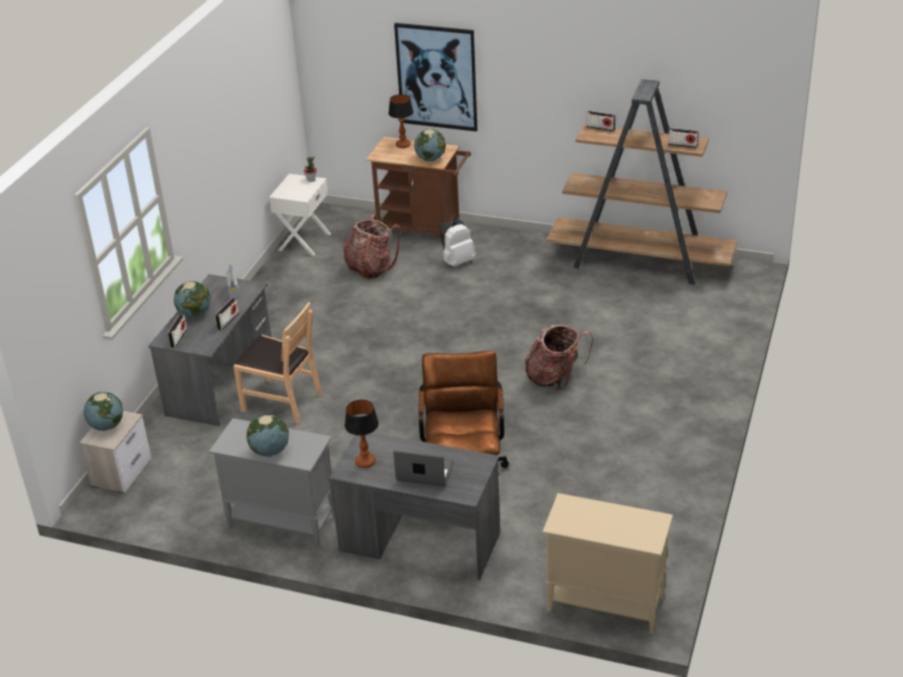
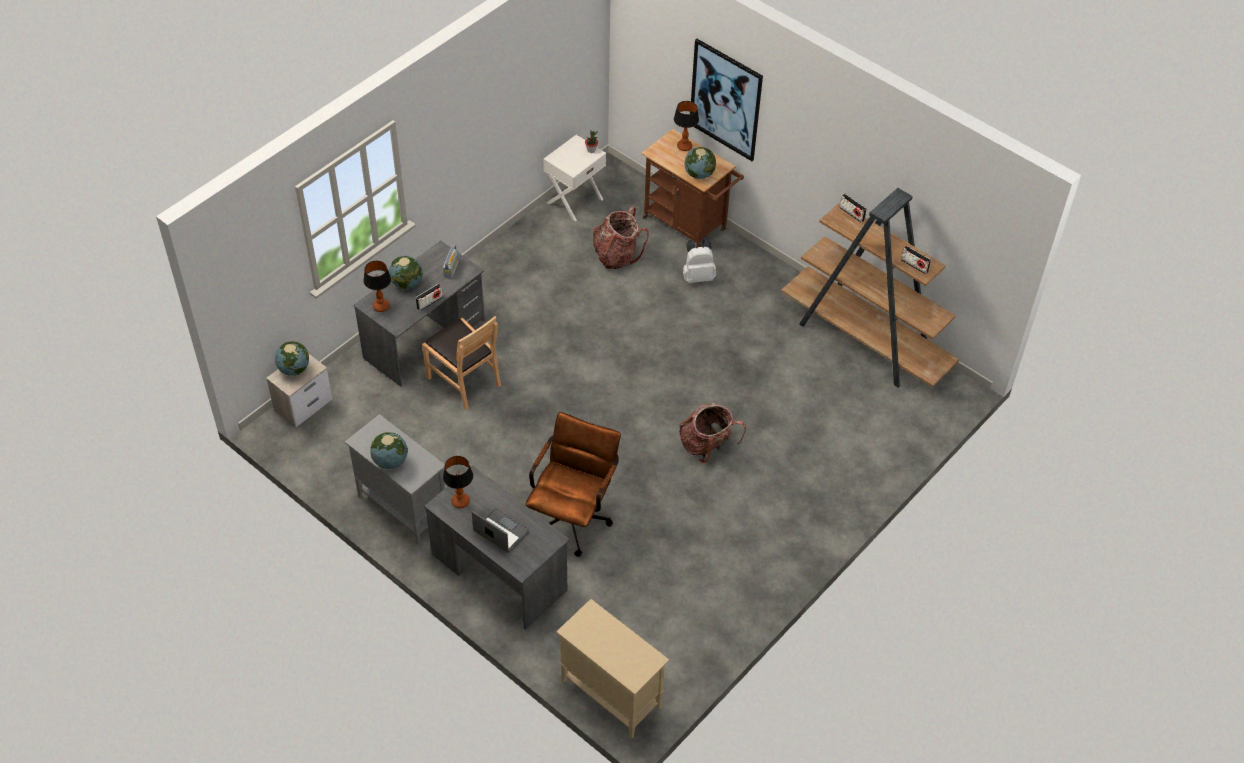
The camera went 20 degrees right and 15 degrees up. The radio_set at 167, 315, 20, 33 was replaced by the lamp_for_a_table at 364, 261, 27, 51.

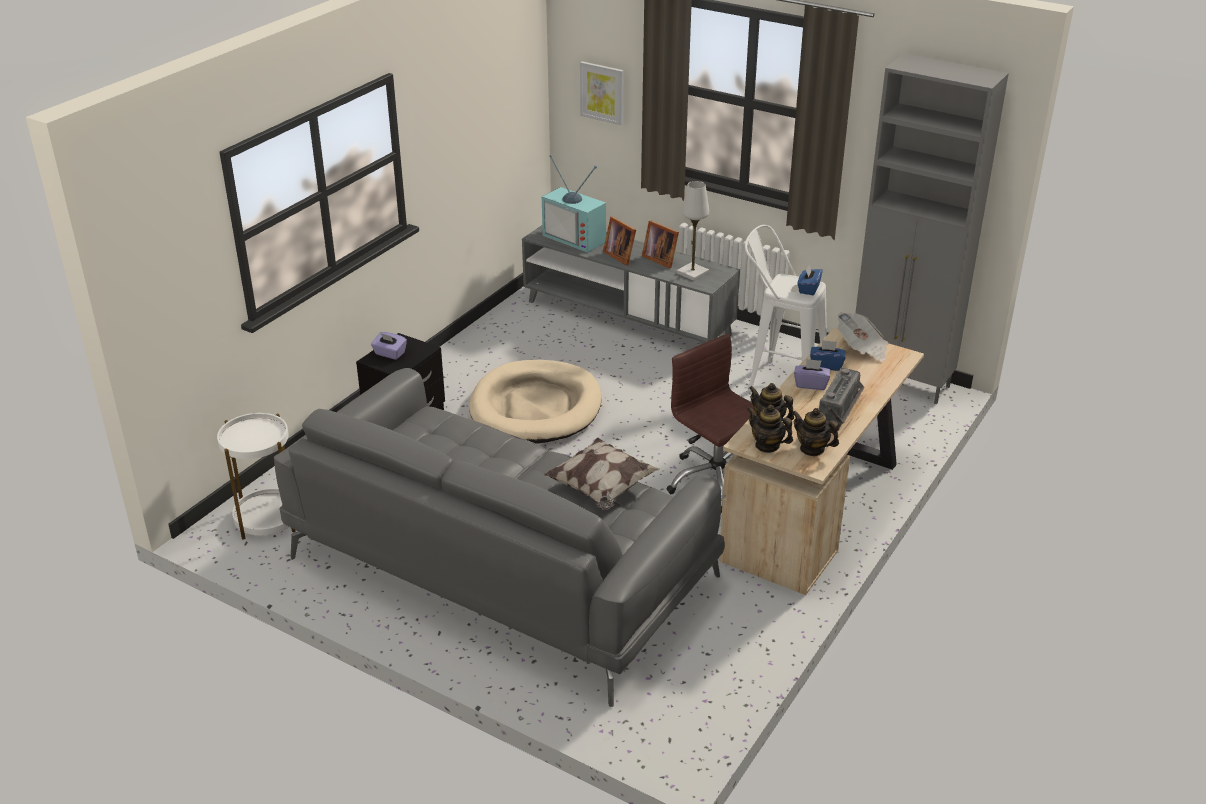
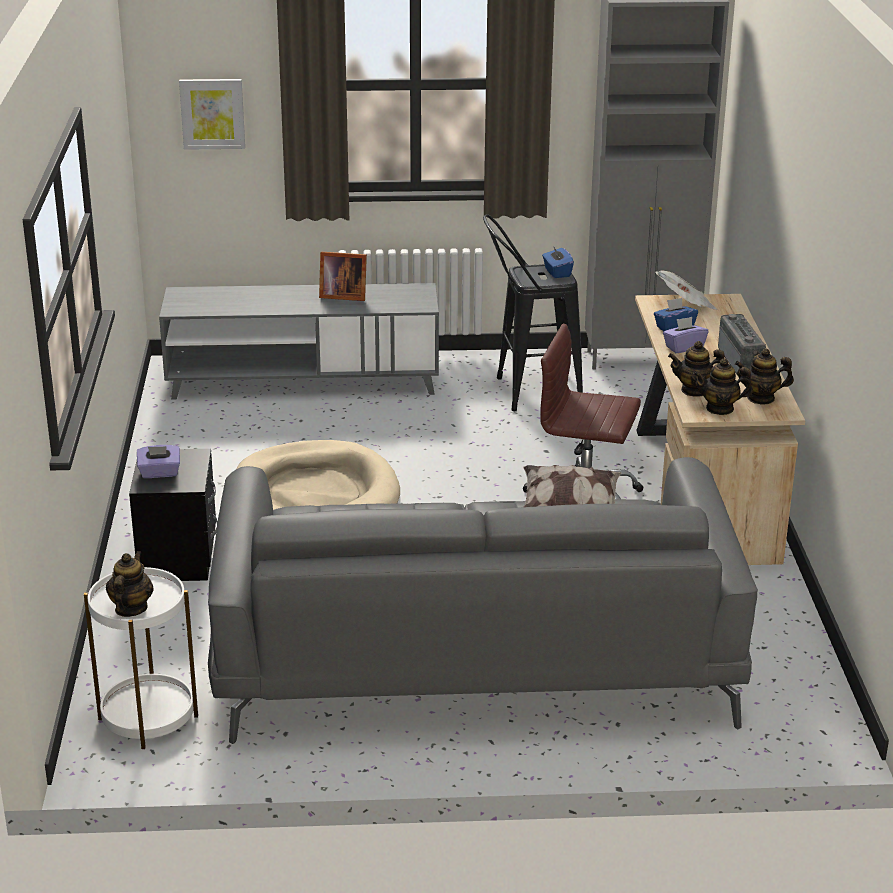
The camera went 35 degrees left and 5 degrees down. The TV at 542, 154, 64, 99 disappeared. The whitish_lamp_for_a_table at 677, 181, 32, 100 disappeared. The picture_frame at 603, 217, 33, 48 disappeared. The whitish_stool_seat at 745, 225, 82, 167 became the black_stool_seat at 483, 214, 100, 197. The teapot at 106, 551, 48, 66 appeared.

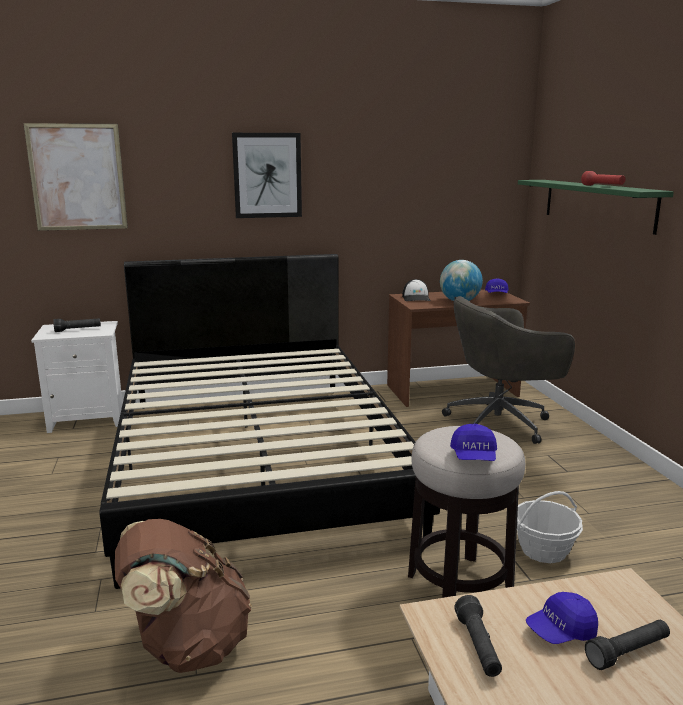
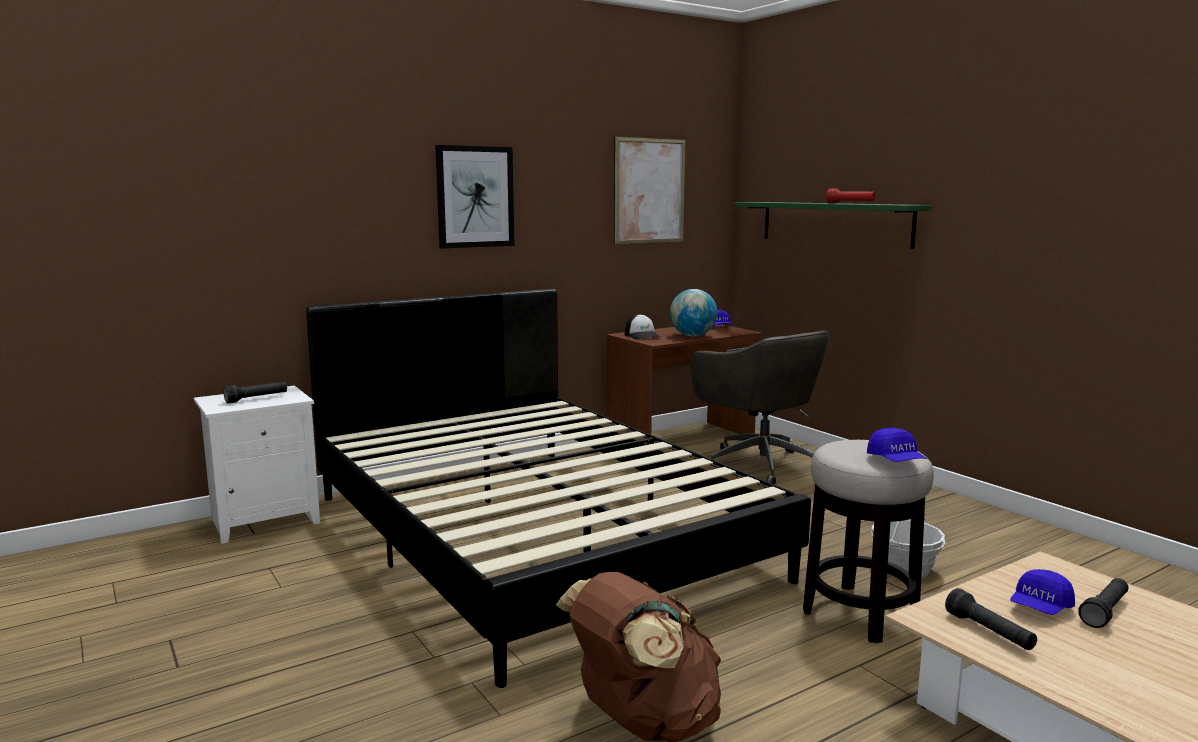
The camera went 20 degrees left and 5 degrees down. The picture moved from 23, 123, 105, 108 to 614, 137, 72, 107. The gray_computer_chair at 442, 296, 133, 148 turned 90 degrees counterclockwise.

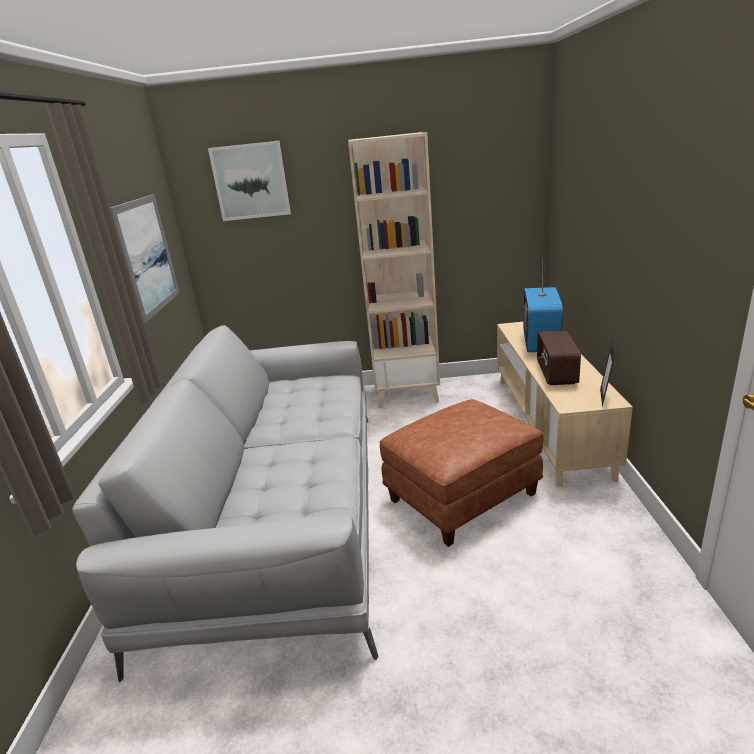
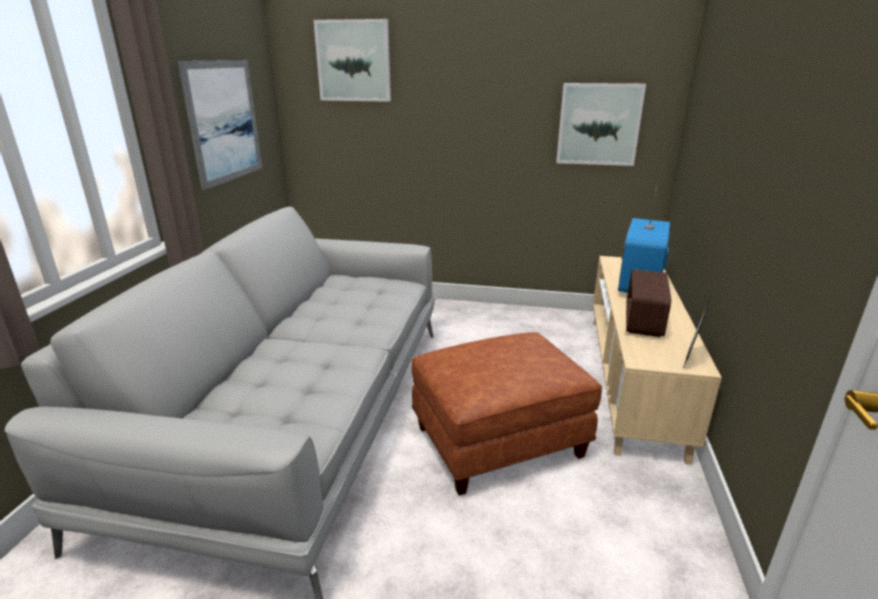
The camera went 10 degrees right and 0 degrees up. The beige_bookcase at 348, 132, 92, 276 disappeared. The picture at 556, 83, 90, 83 appeared.

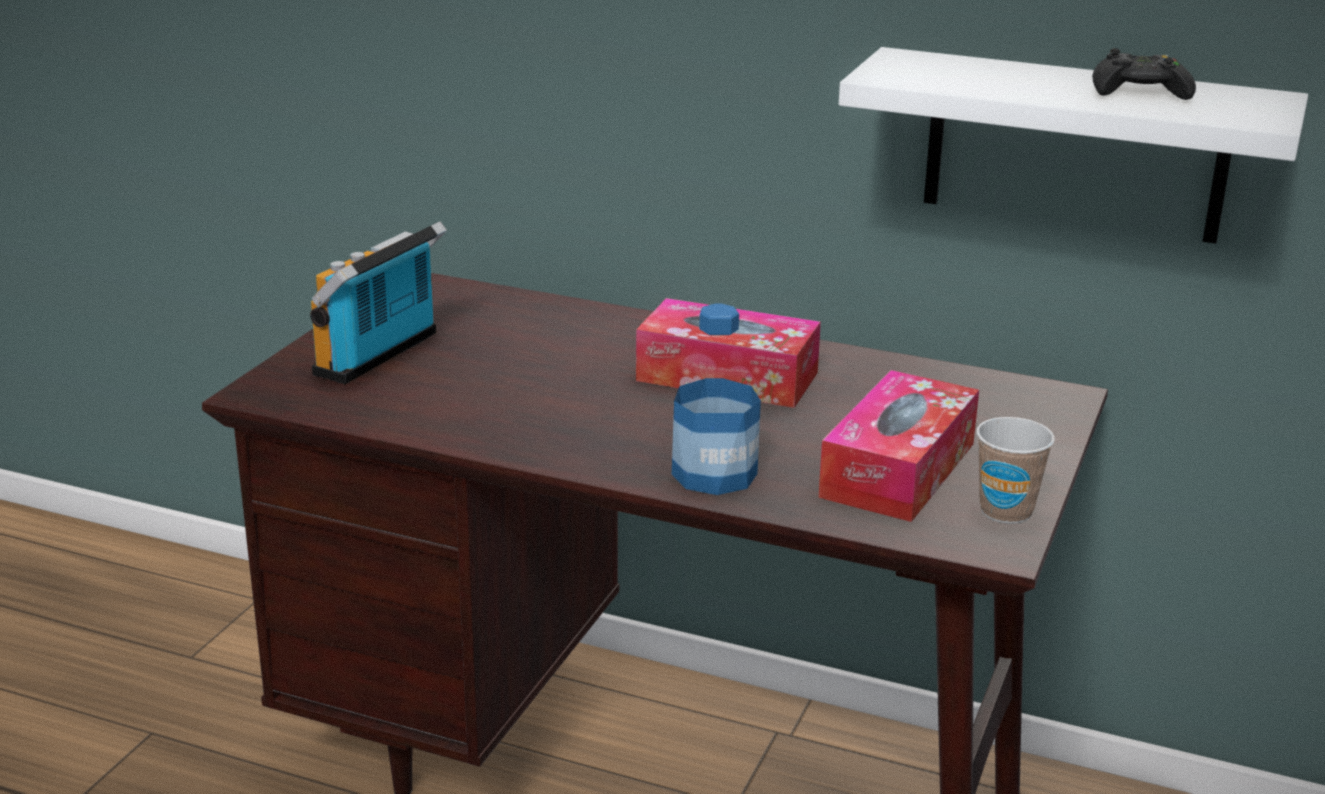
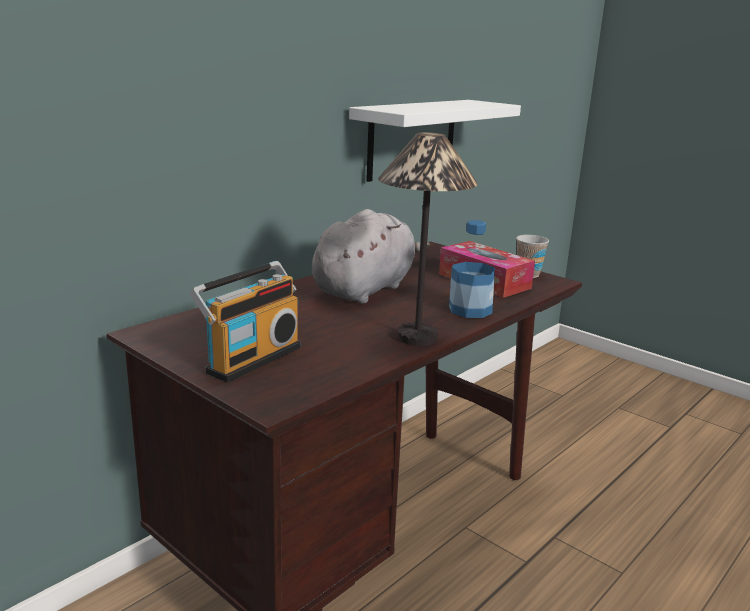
The camera went 70 degrees left and 5 degrees down. The black_joypad at 1092, 48, 104, 52 disappeared. The radio_set at 310, 222, 137, 162 turned 105 degrees counterclockwise. The box_of_tissues at 636, 298, 185, 110 was replaced by the gray_soft_toy at 312, 209, 118, 95. The lamp_for_a_table at 378, 132, 100, 214 appeared.

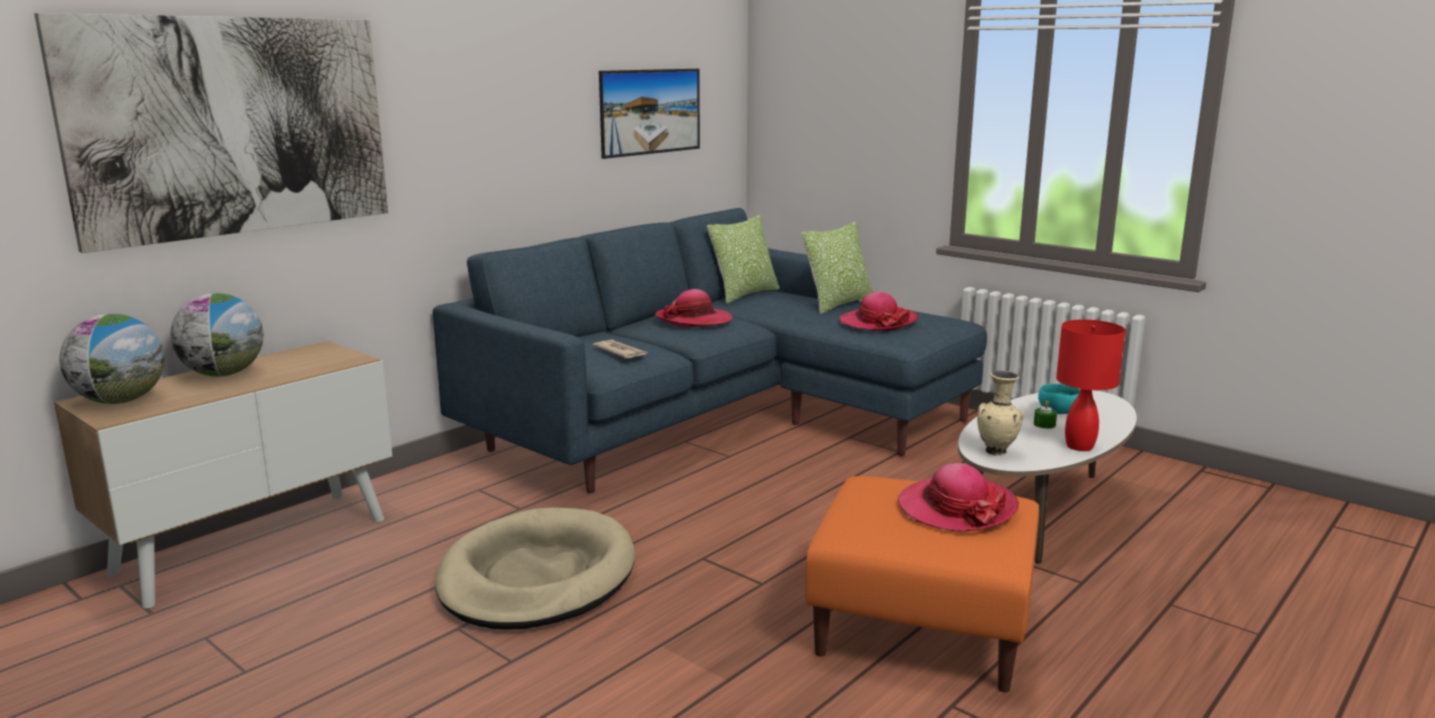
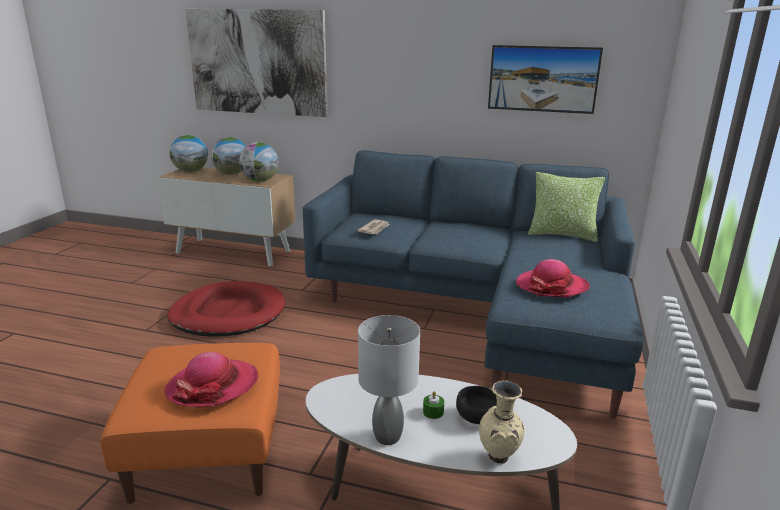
The camera went 65 degrees right and 5 degrees up. The pillow at 801, 222, 72, 92 disappeared. The wearable_hat at 655, 289, 77, 38 disappeared. The red-coloured_lamp_for_a_table at 1056, 320, 70, 131 became the gray_lamp_for_a_table at 358, 315, 62, 130. The beige_flower_vase moved from 977, 371, 47, 85 to 479, 380, 45, 84. The turquoise-coloured_serving_bowl at 1038, 384, 42, 30 became the black_serving_bowl at 456, 386, 41, 38. The beige_dog_cushion at 435, 507, 200, 123 became the red-coloured_dog_cushion at 167, 281, 118, 56. The world_globe at 239, 142, 40, 40 appeared.

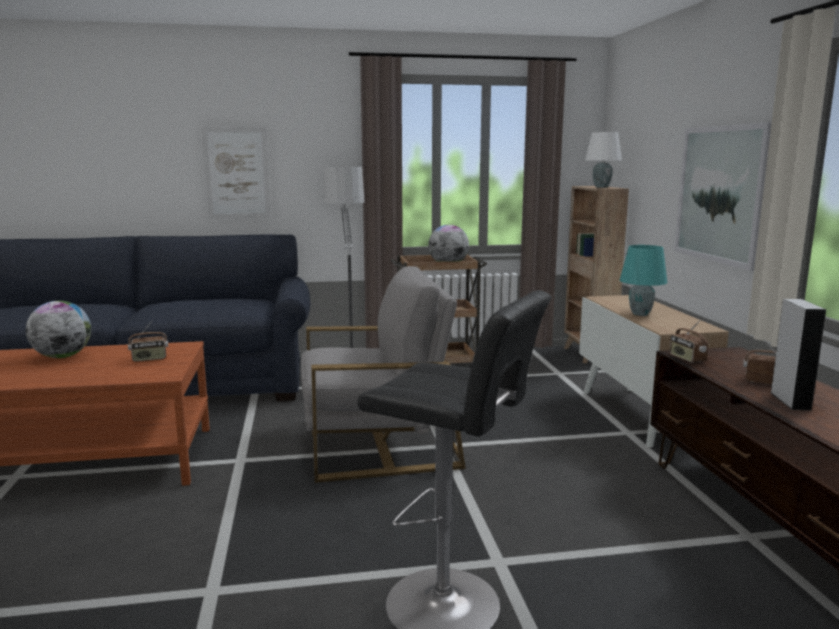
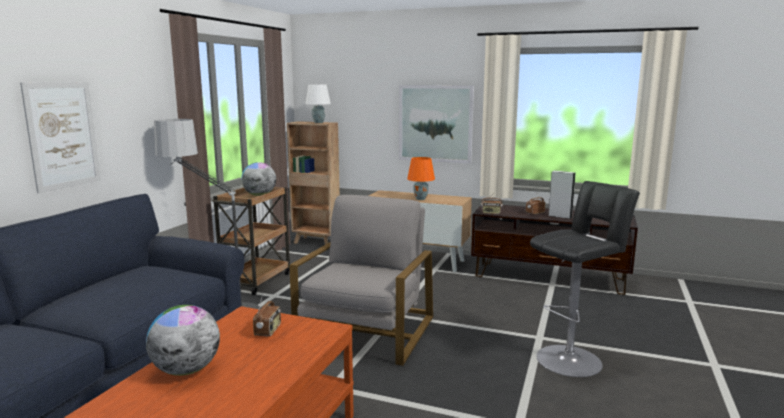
The camera went 60 degrees left and 0 degrees up. The turquoise-coloured_lamp_for_a_table at 619, 245, 48, 71 became the orangey_lamp_for_a_table at 407, 157, 28, 43.

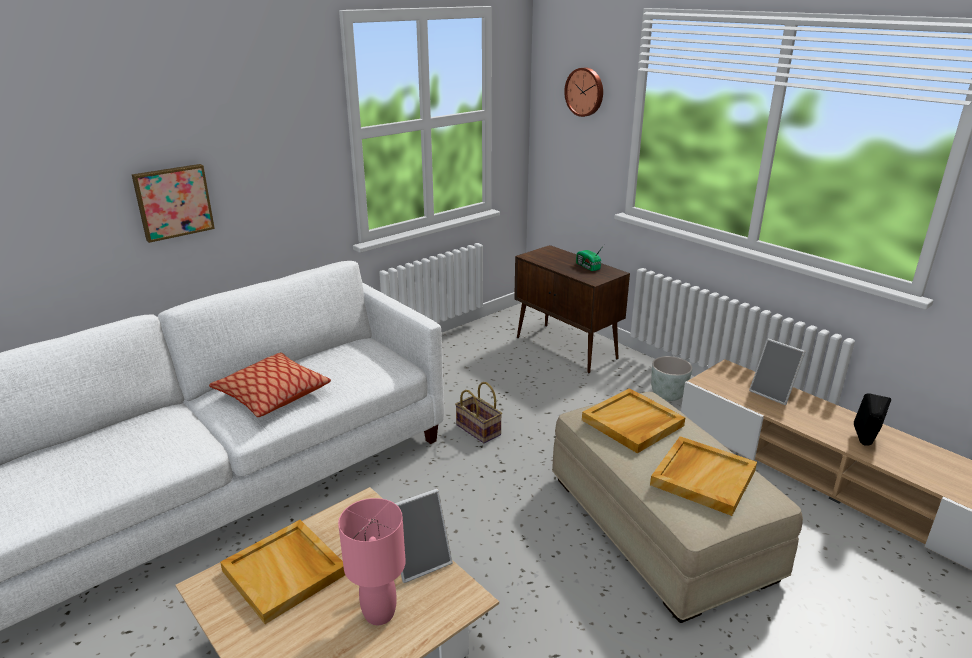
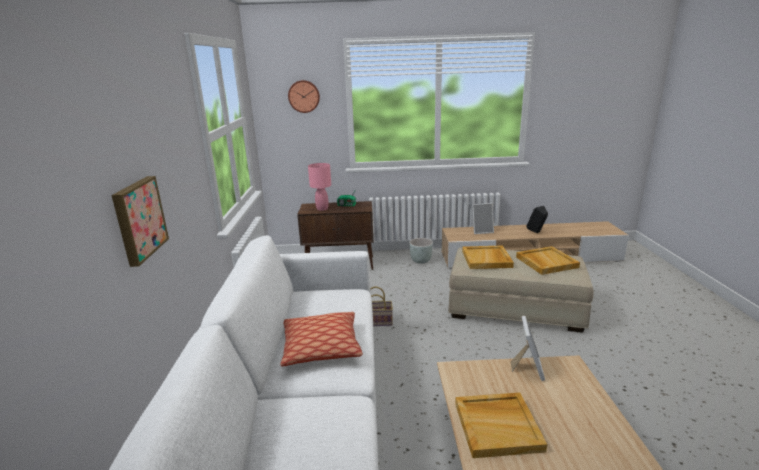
The camera went 50 degrees left and 5 degrees down. The pinkish_lamp_for_a_table moved from 338, 498, 68, 127 to 308, 163, 23, 48.

